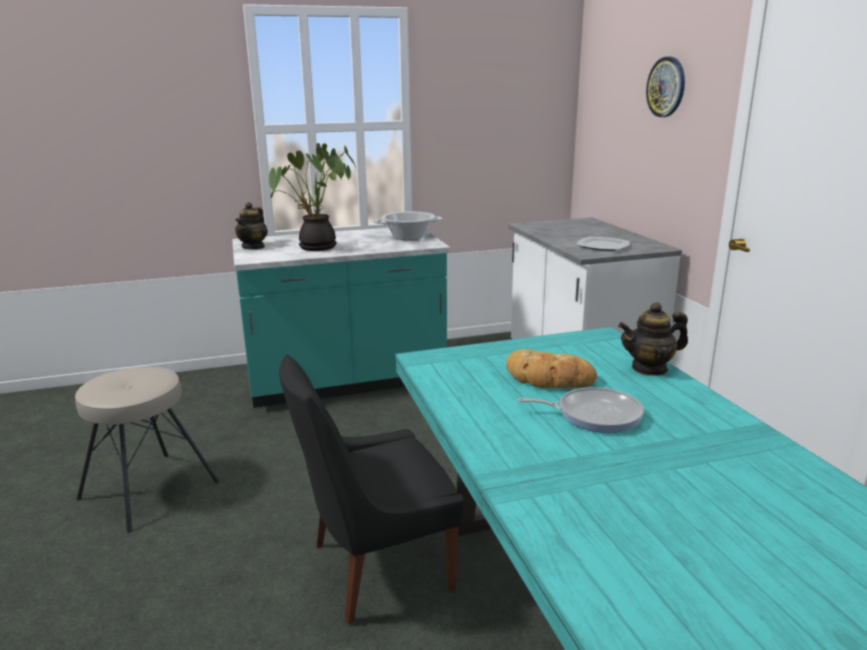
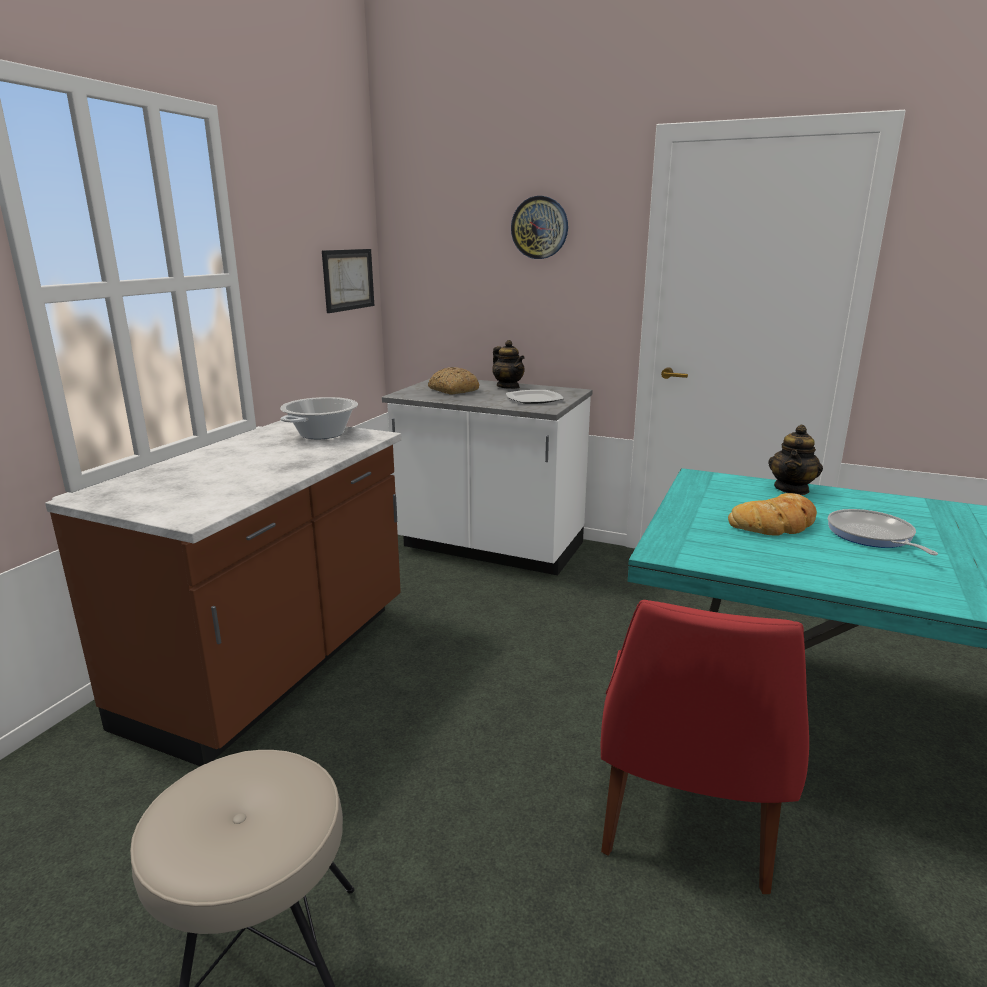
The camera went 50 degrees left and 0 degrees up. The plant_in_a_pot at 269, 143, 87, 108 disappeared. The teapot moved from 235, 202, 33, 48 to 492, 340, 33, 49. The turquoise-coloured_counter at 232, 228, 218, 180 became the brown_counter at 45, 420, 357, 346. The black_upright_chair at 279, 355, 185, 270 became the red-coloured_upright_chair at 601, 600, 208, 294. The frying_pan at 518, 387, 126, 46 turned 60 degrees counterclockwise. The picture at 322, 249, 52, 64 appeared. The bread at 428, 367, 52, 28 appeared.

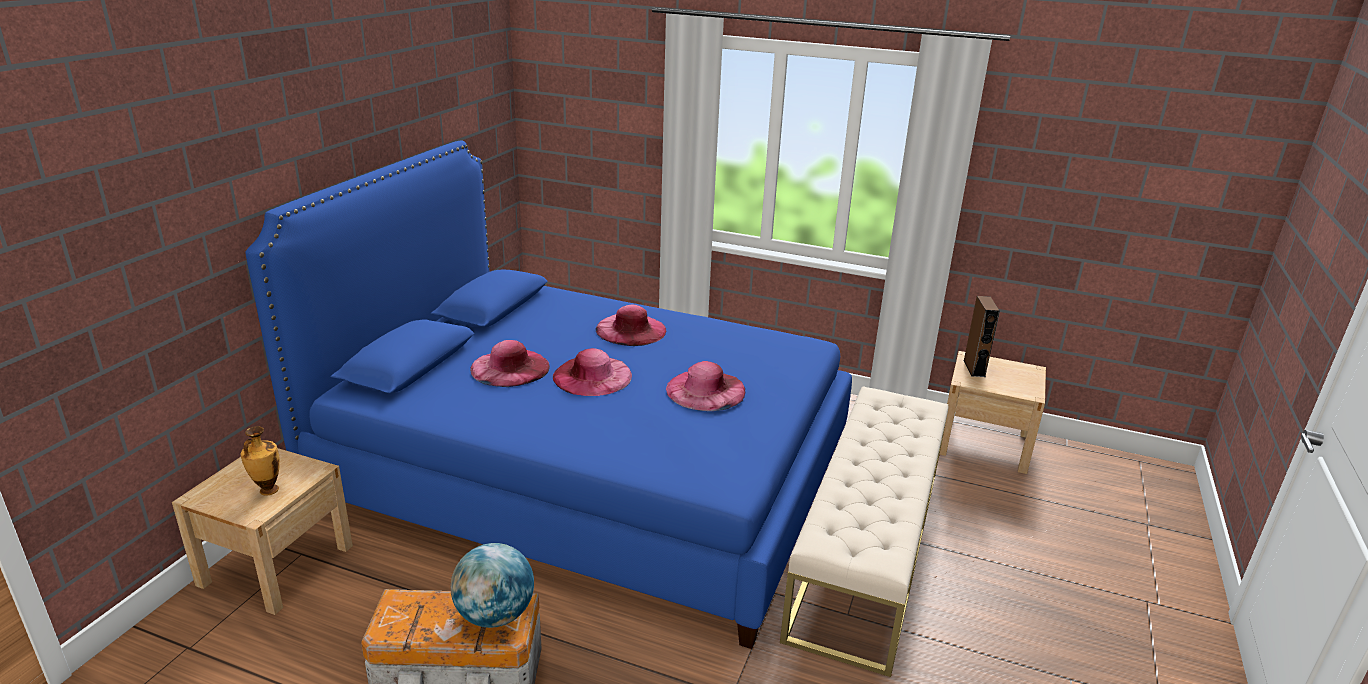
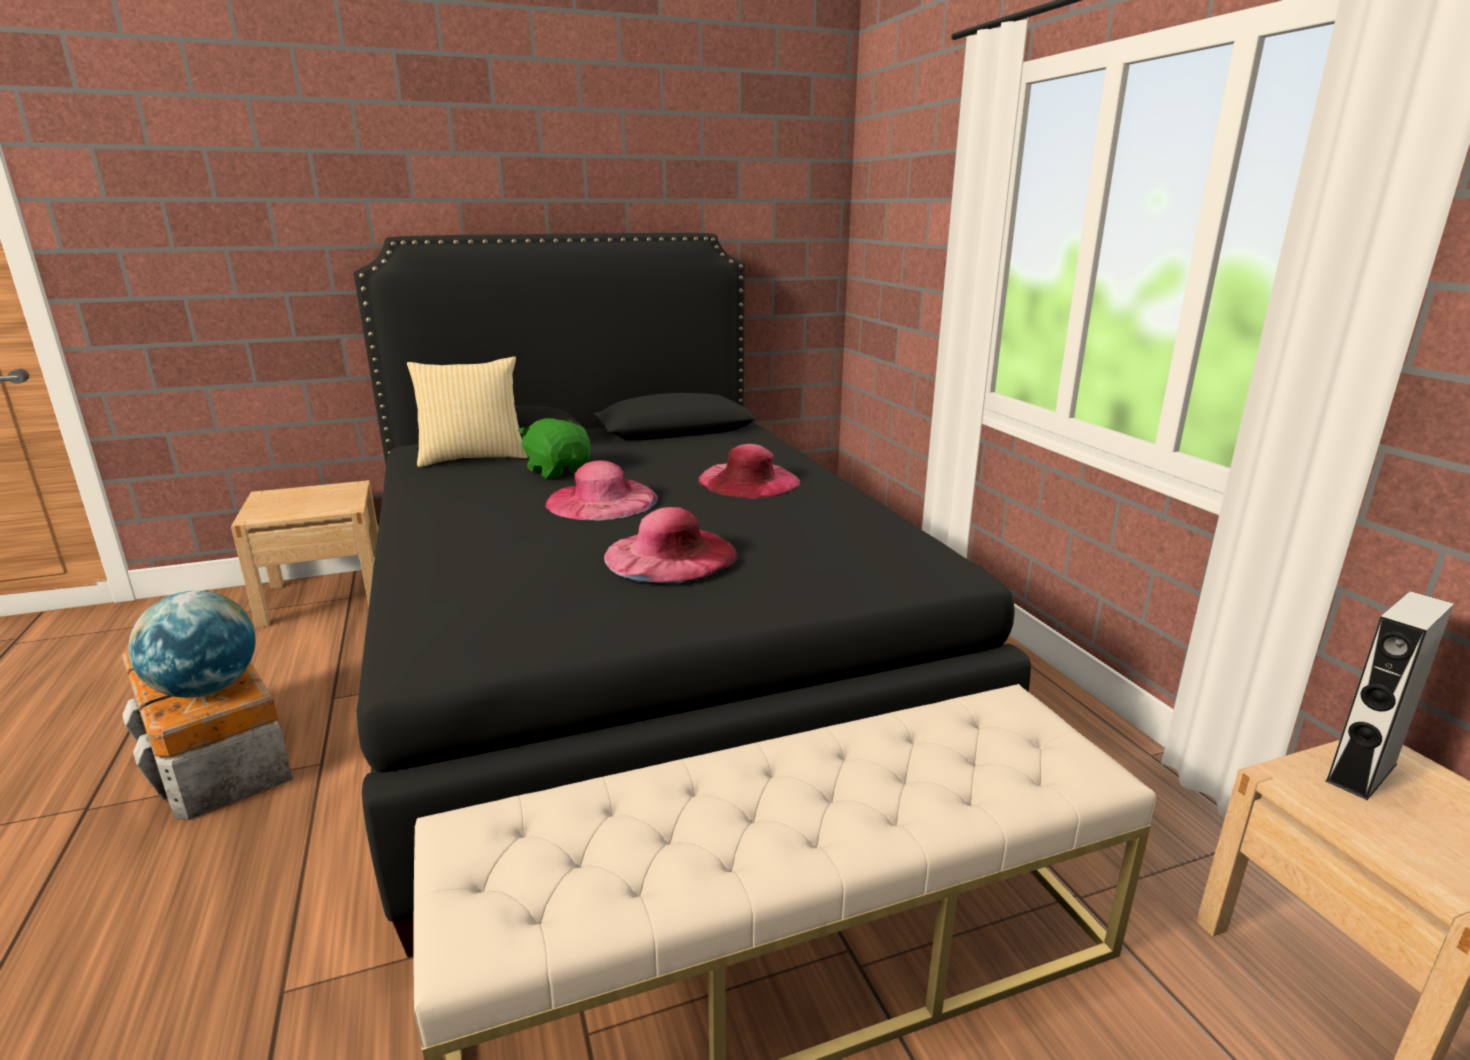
The camera went 50 degrees right and 5 degrees down. The blue-coloured_bed at 245, 141, 607, 508 became the black_bed at 354, 233, 677, 724. The brown_audio_speaker at 964, 296, 36, 81 became the gray_audio_speaker at 1325, 591, 129, 209. The pinkish_wearable_hat at 470, 340, 80, 47 was replaced by the green-coloured_soft_toy at 518, 418, 73, 61. The flower_vase at 241, 426, 39, 70 disappeared. The pillow at 407, 356, 121, 111 appeared.

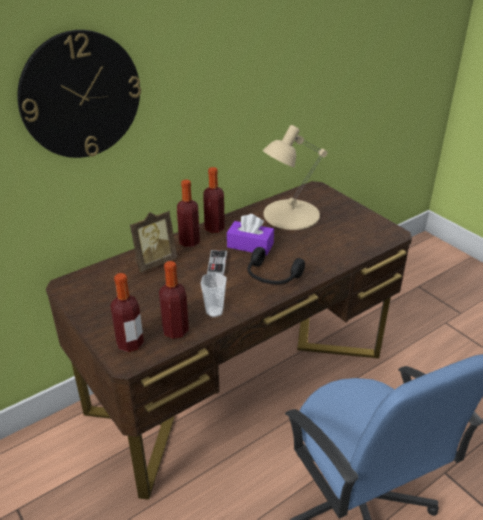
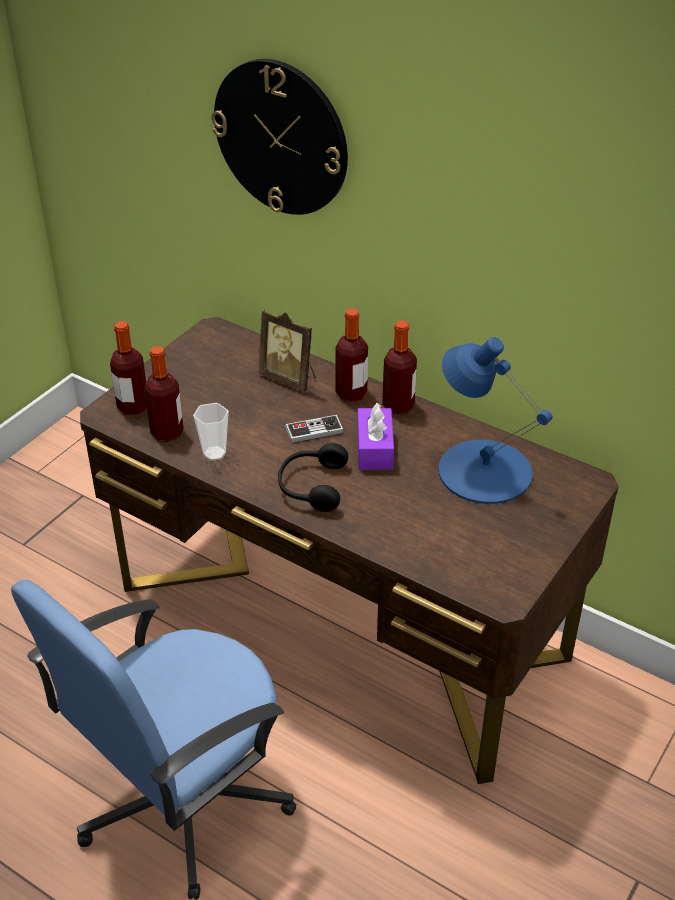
The camera went 70 degrees right and 5 degrees up. The beige_lamp_for_a_table at 263, 125, 64, 105 became the blue-coloured_lamp_for_a_table at 438, 337, 114, 167.

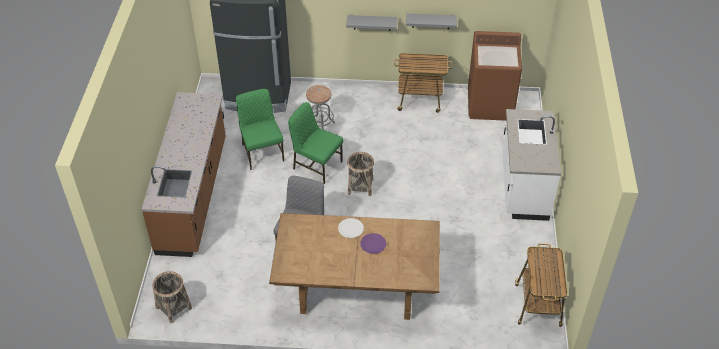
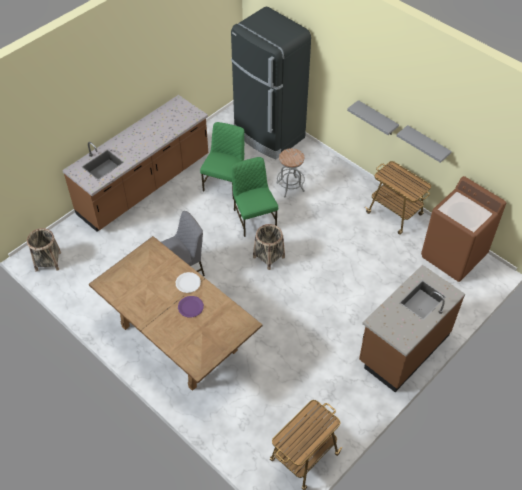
The camera went 40 degrees right and 5 degrees up. The whitish_counter at 503, 109, 58, 112 became the brown_counter at 359, 265, 106, 127.

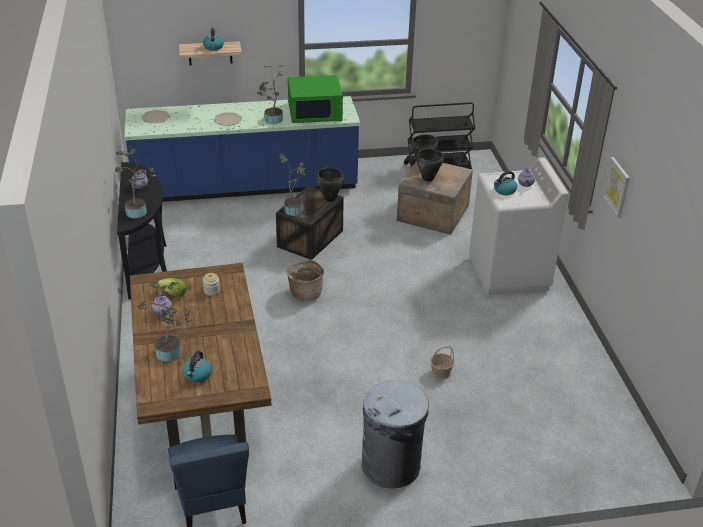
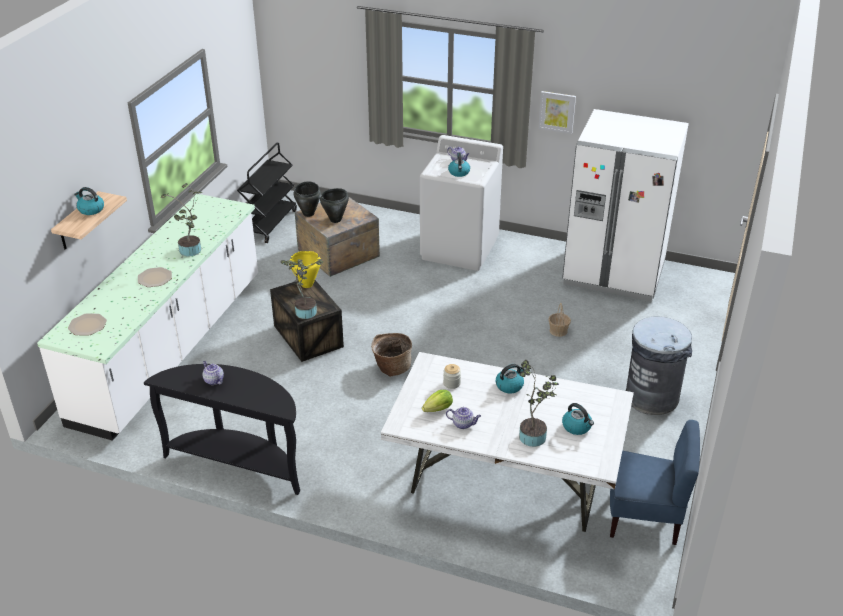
The camera went 60 degrees left and 0 degrees up. The green-coloured_kitchen_microwave at 288, 75, 55, 48 disappeared. The blue-coloured_counter at 124, 96, 236, 106 became the whitish_counter at 37, 194, 221, 247. The plant_in_a_pot at 115, 148, 41, 70 disappeared. The black_stockpot at 317, 167, 27, 34 became the yellowish_stockpot at 290, 251, 31, 37. The brown_kitchen_table at 130, 263, 141, 184 became the whitish_kitchen_table at 381, 352, 253, 180. The whitish_fridge at 562, 109, 127, 193 appeared. The tea_kettle at 496, 364, 29, 30 appeared.

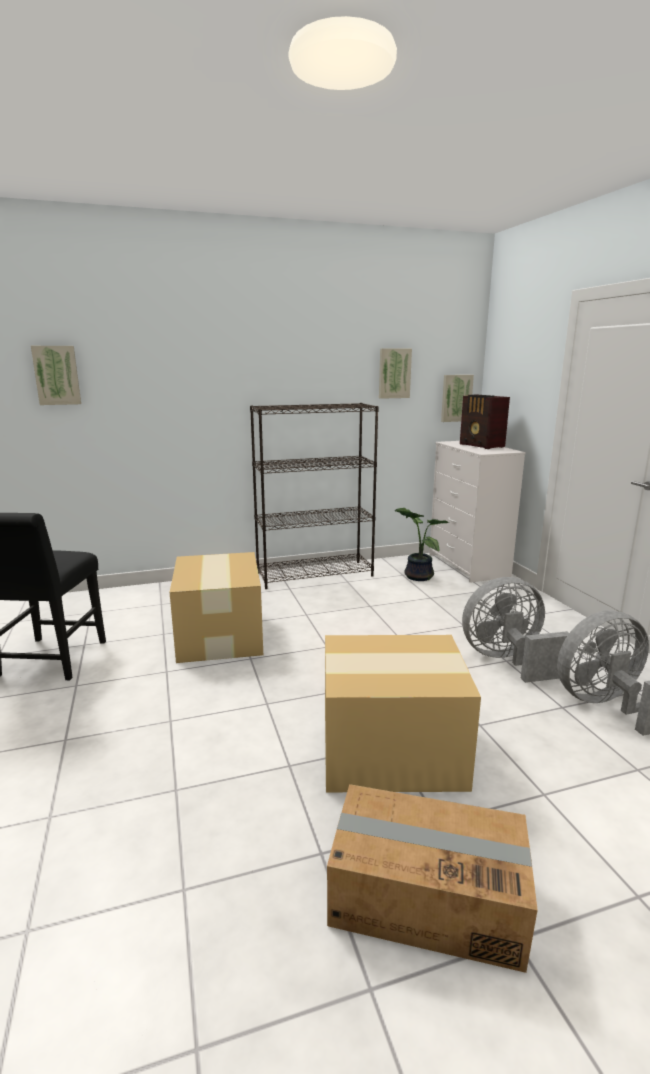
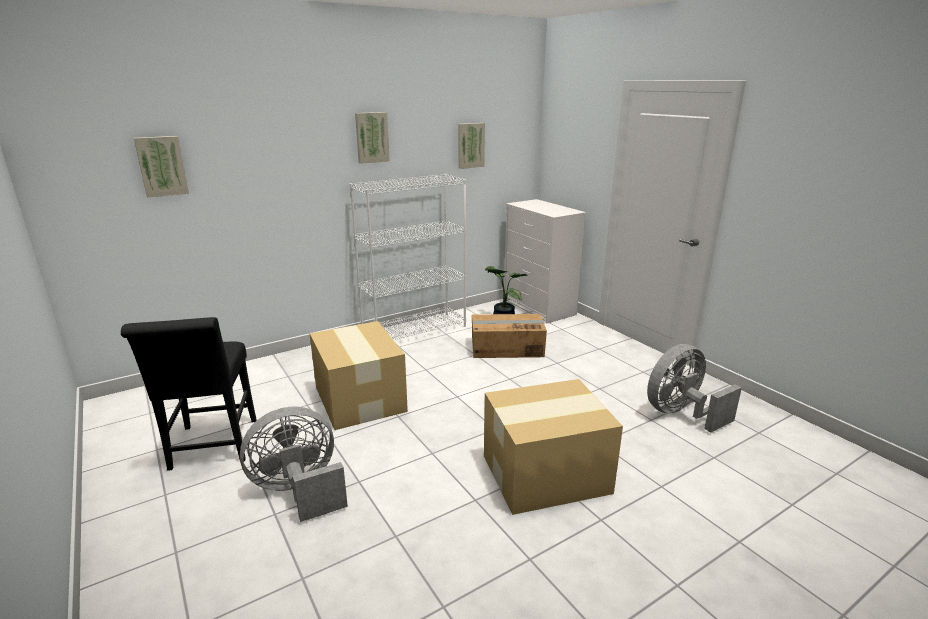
The camera went 15 degrees left and 5 degrees up. The picture moved from 441, 375, 33, 47 to 355, 112, 35, 52. The radio_set at 460, 394, 50, 55 disappeared. The black_bookcase at 250, 403, 129, 186 became the whitish_bookcase at 350, 174, 116, 166. The gray_cooling_fan moved from 462, 577, 107, 106 to 240, 407, 108, 115. The cardboard_box moved from 327, 784, 211, 189 to 472, 314, 75, 44.

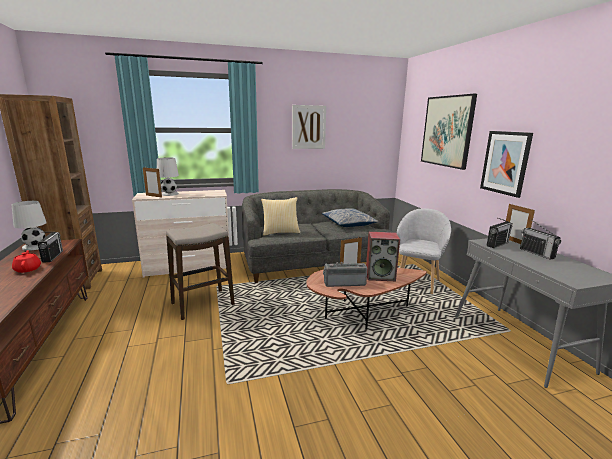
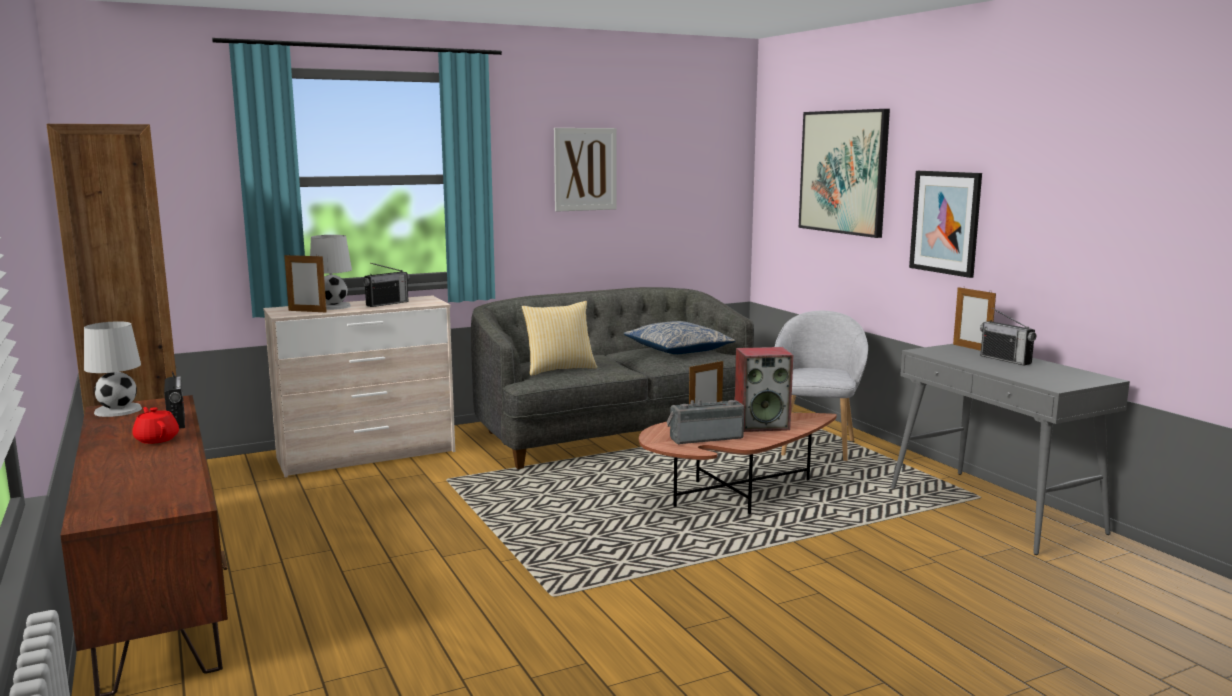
The camera went 10 degrees left and 5 degrees down. The radio_set moved from 486, 218, 26, 30 to 363, 263, 47, 44. The stool_seat at 166, 223, 69, 97 disappeared.

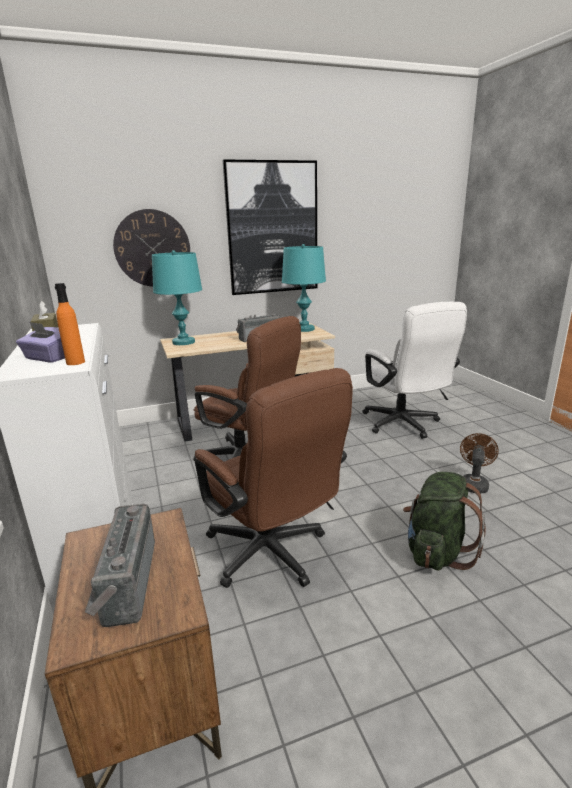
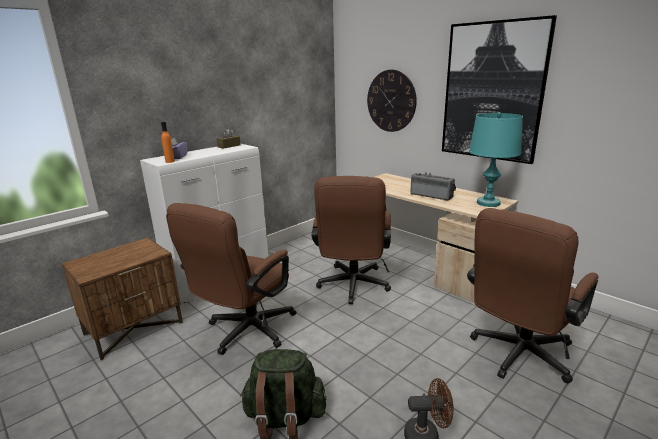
The camera went 65 degrees right and 0 degrees up. The turquoise-coloured_lamp_for_a_table at 152, 250, 50, 95 disappeared. The whitish_computer_chair at 362, 302, 105, 137 became the brown_computer_chair at 467, 208, 131, 175. The radio_set at 85, 504, 70, 123 disappeared.

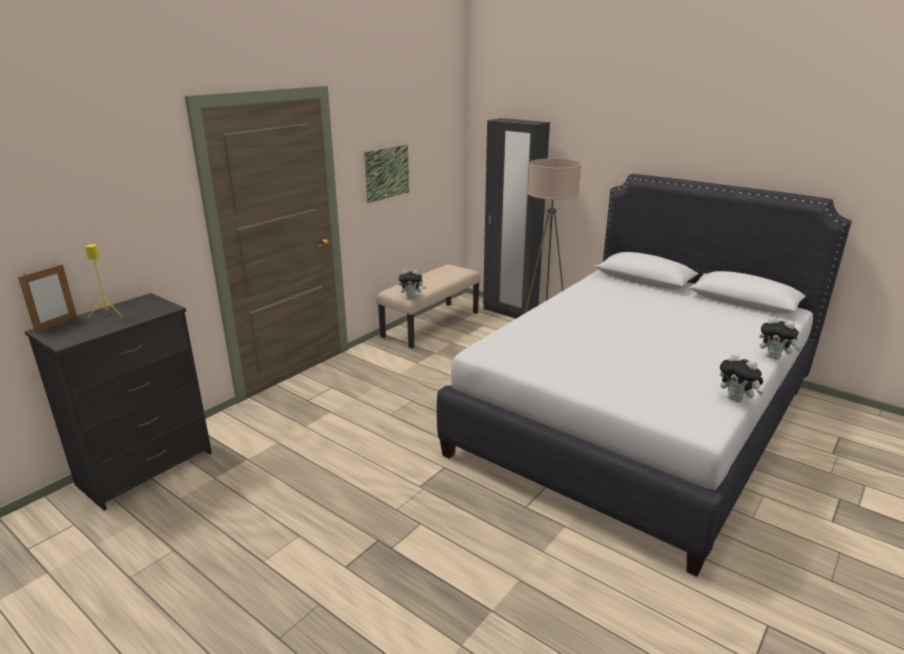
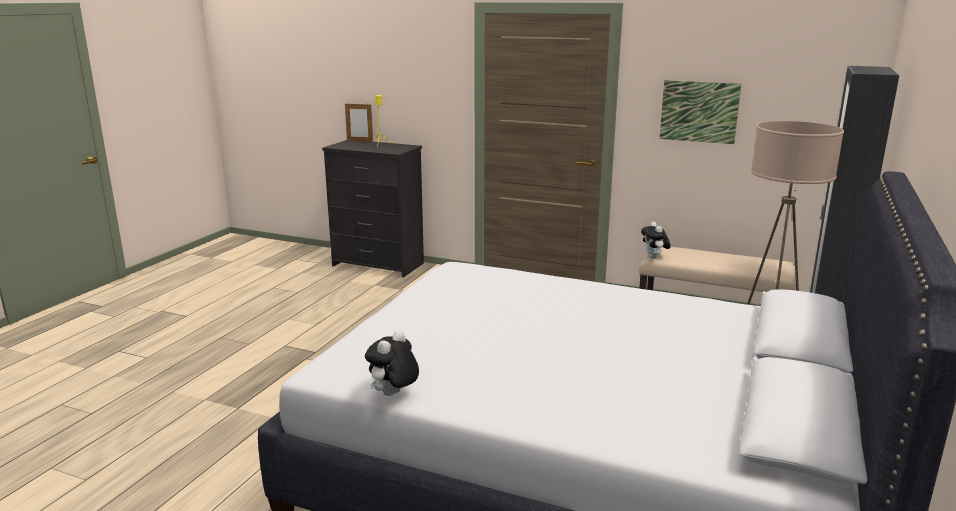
The camera went 75 degrees right and 5 degrees down. The soft_toy at 759, 317, 42, 43 disappeared.

